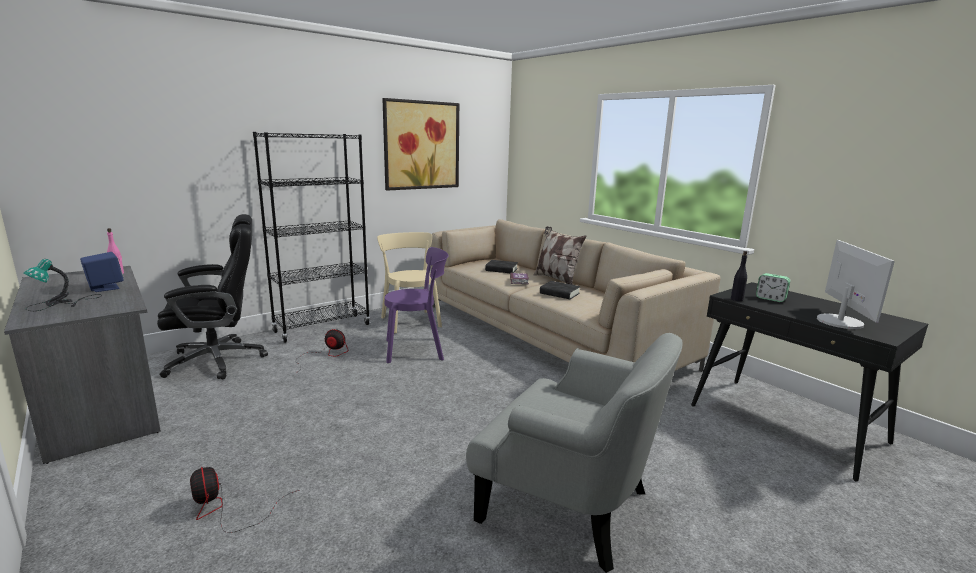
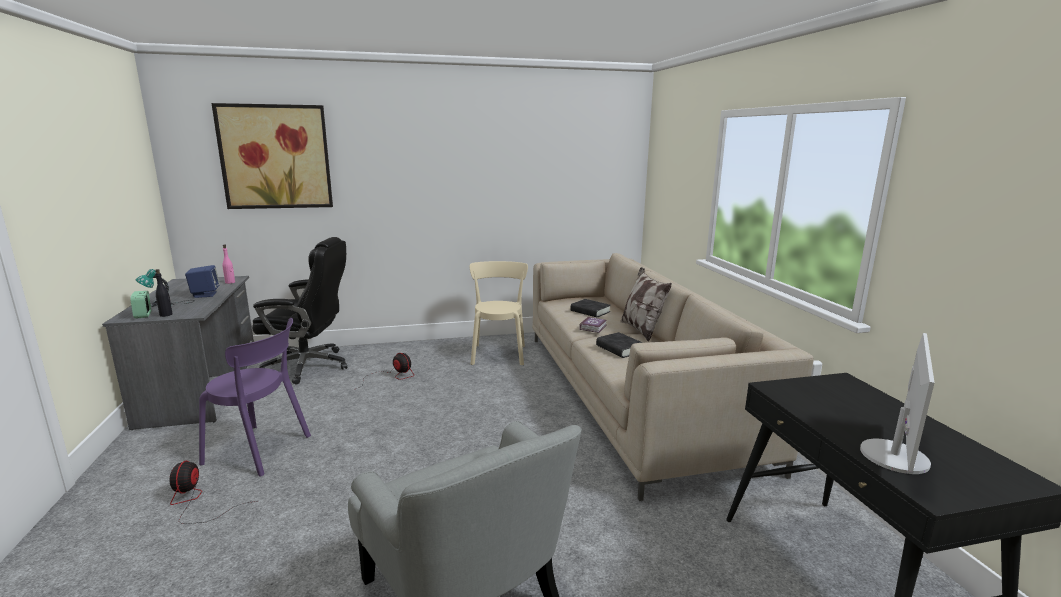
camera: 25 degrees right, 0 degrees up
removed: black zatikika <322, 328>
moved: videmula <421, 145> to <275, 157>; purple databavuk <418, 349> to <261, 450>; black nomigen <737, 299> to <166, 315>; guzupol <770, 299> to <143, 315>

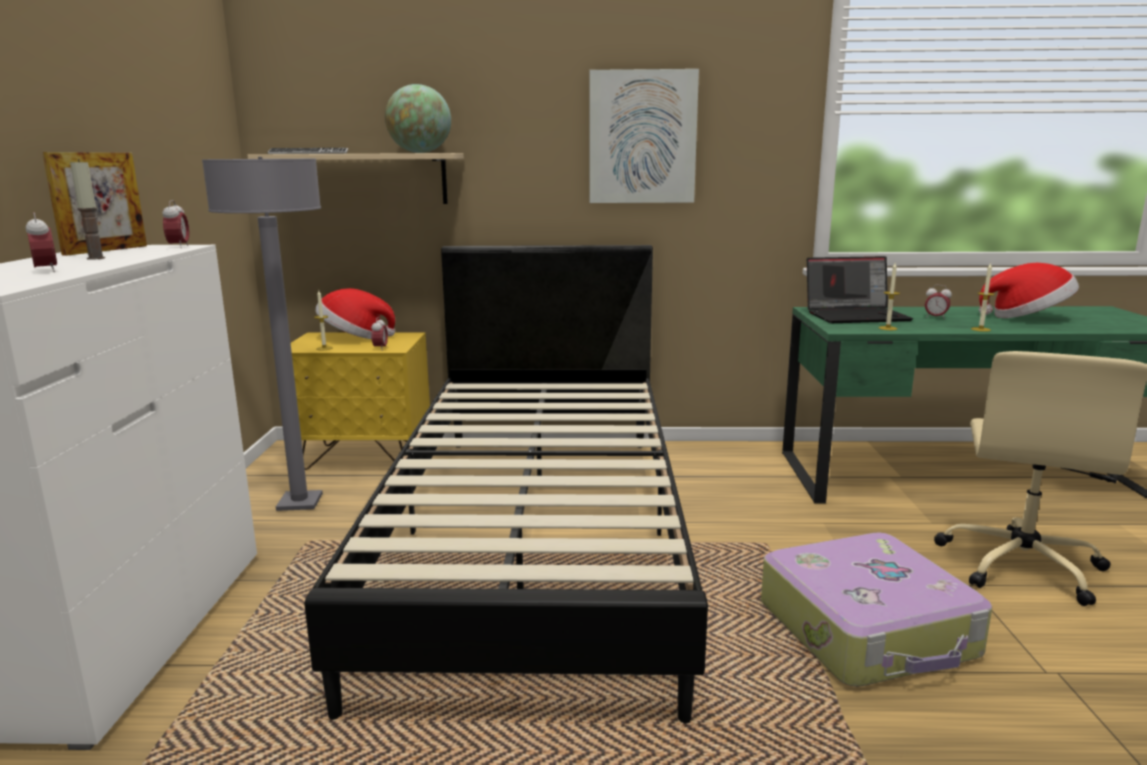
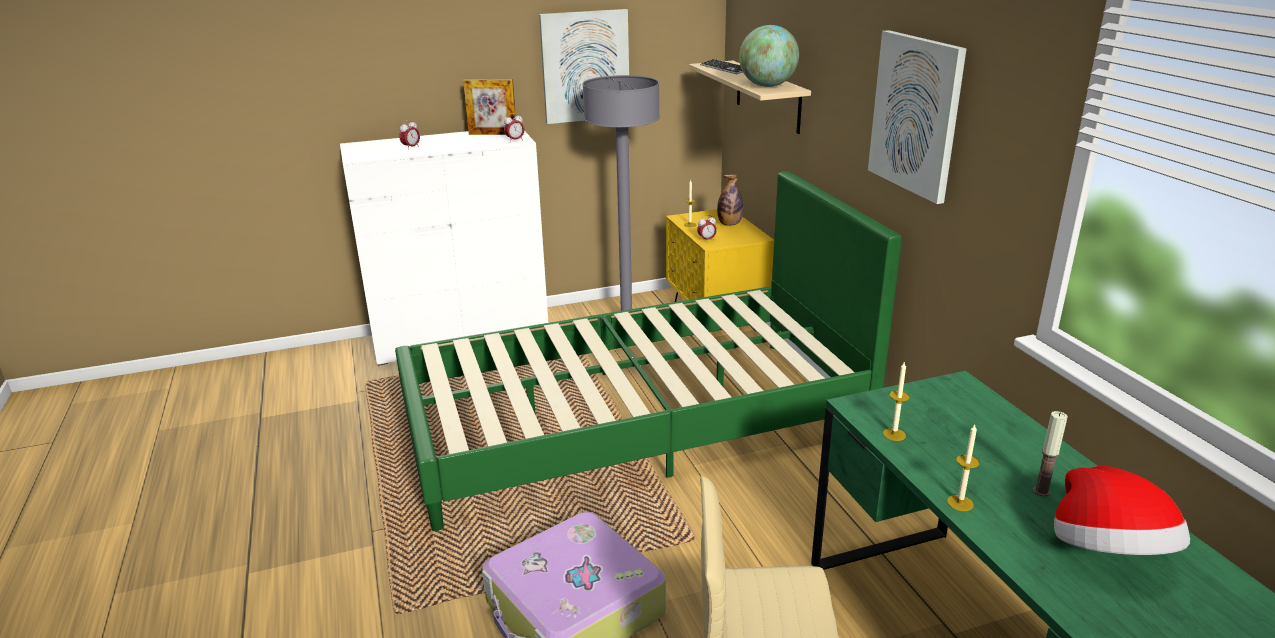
camera: 70 degrees right, 10 degrees up
removed: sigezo <856, 316>; guzupol <935, 318>
added: videmula <585, 66>
moved: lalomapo <96, 258> to <1041, 491>
replaced: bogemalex <354, 337> to nomigen <729, 224>
recoloured: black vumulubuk <536, 537> to green vumulubuk <634, 423>

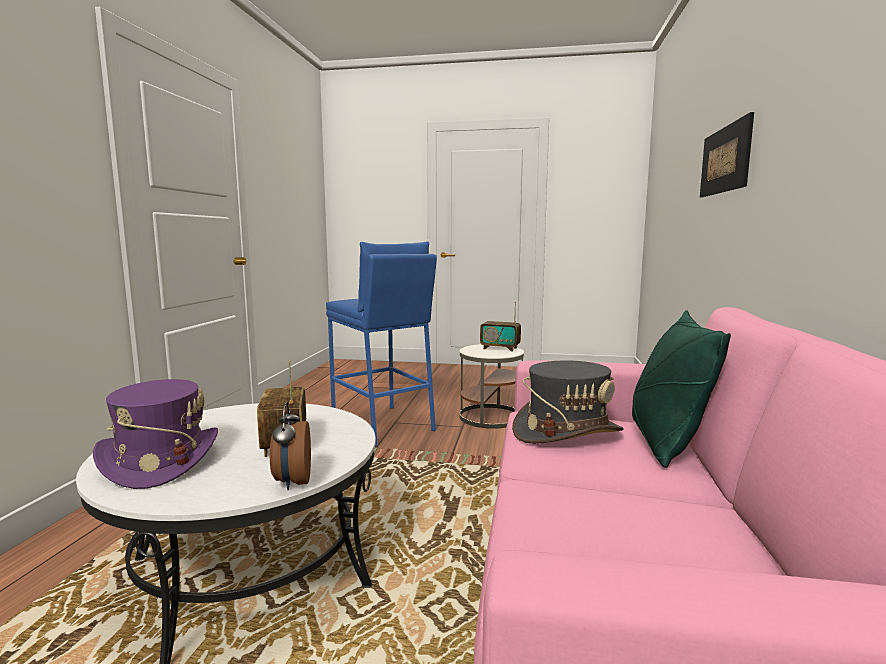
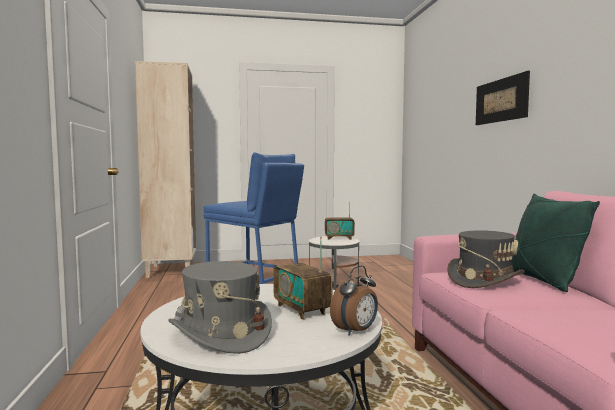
camera: 20 degrees left, 5 degrees down
added: beige zatikika <170, 270>
recoloured: purple bogemalex <160, 461> to grey bogemalex <220, 333>
turned: guzupol <292, 482> = <356, 331> 105 degrees counterclockwise

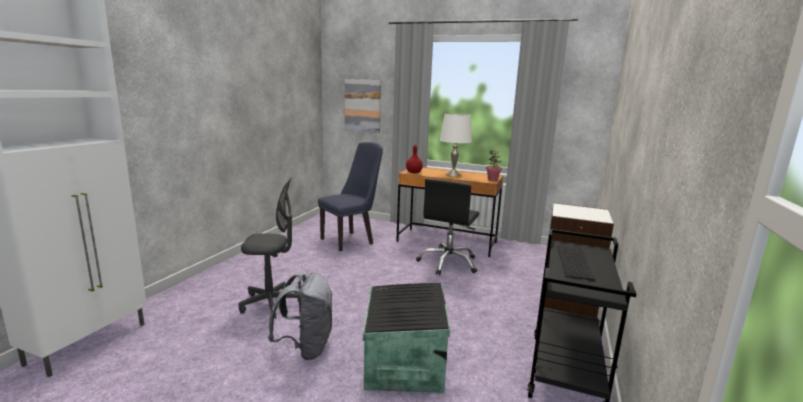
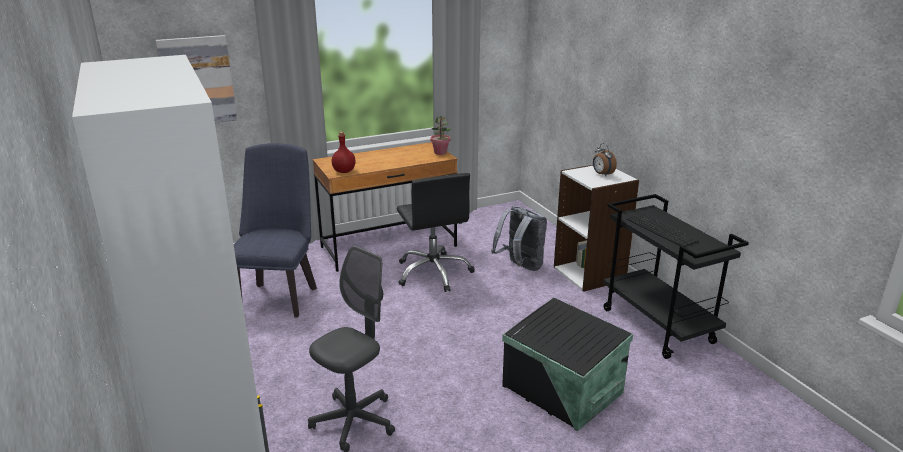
camera: 45 degrees left, 10 degrees up
removed: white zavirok <453, 175>
added: guzupol <602, 174>
moved: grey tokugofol <306, 348> to <520, 267>

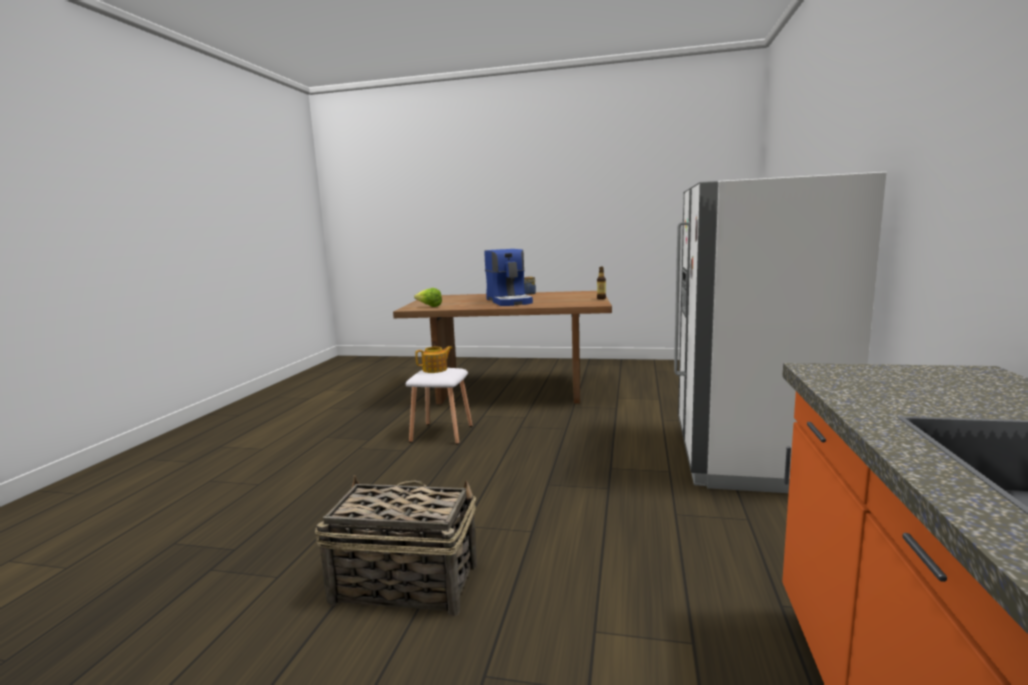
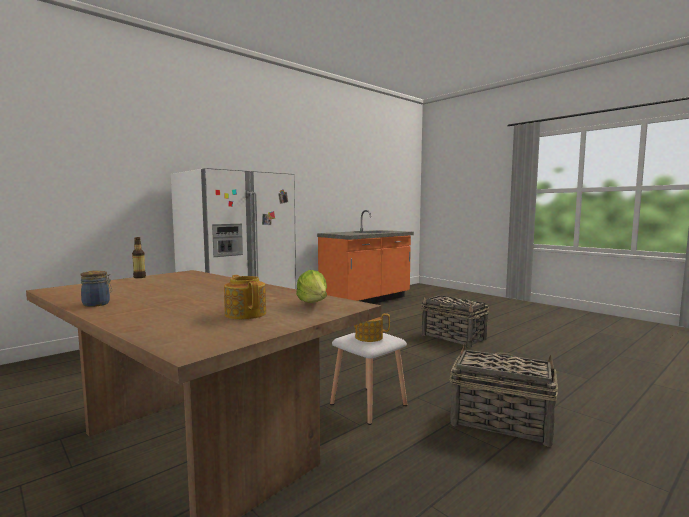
camera: 145 degrees left, 5 degrees down
removed: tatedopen <510, 301>
added: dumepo <246, 314>; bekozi <499, 422>

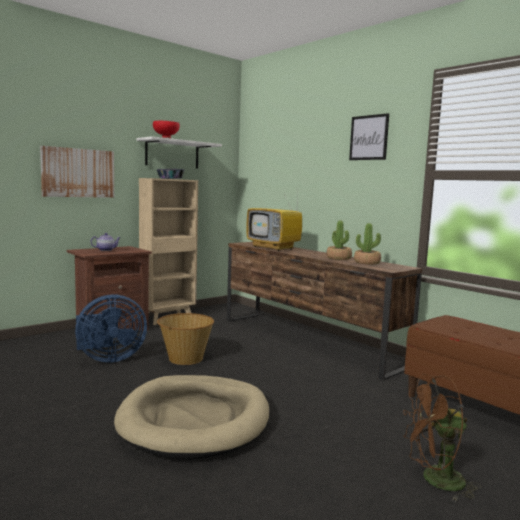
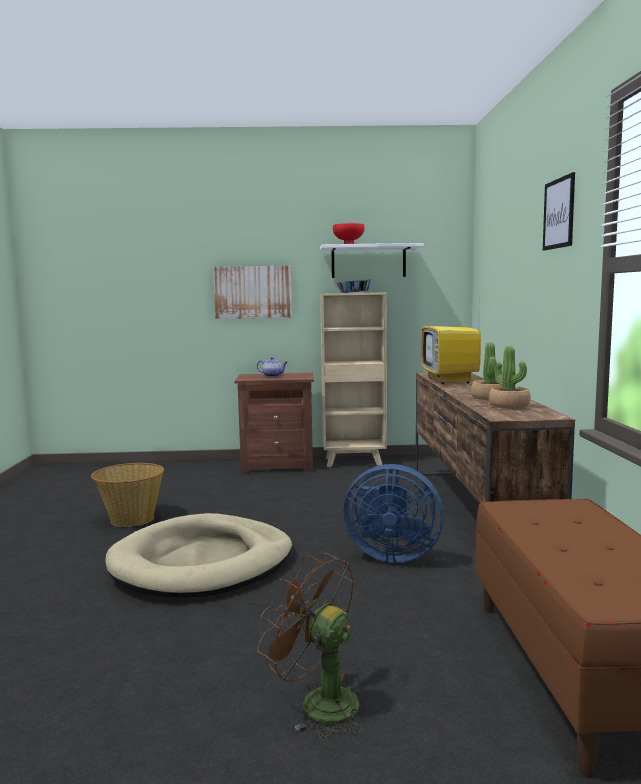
camera: 40 degrees right, 0 degrees up
moved: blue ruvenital <108, 358> to <391, 555>; bekozi <185, 359> to <131, 519>

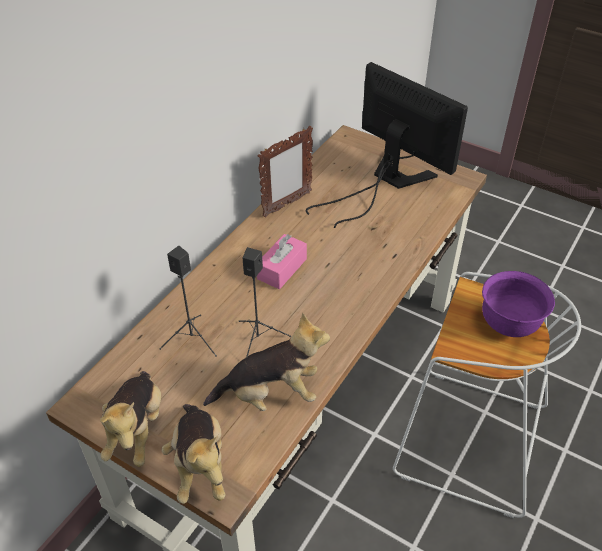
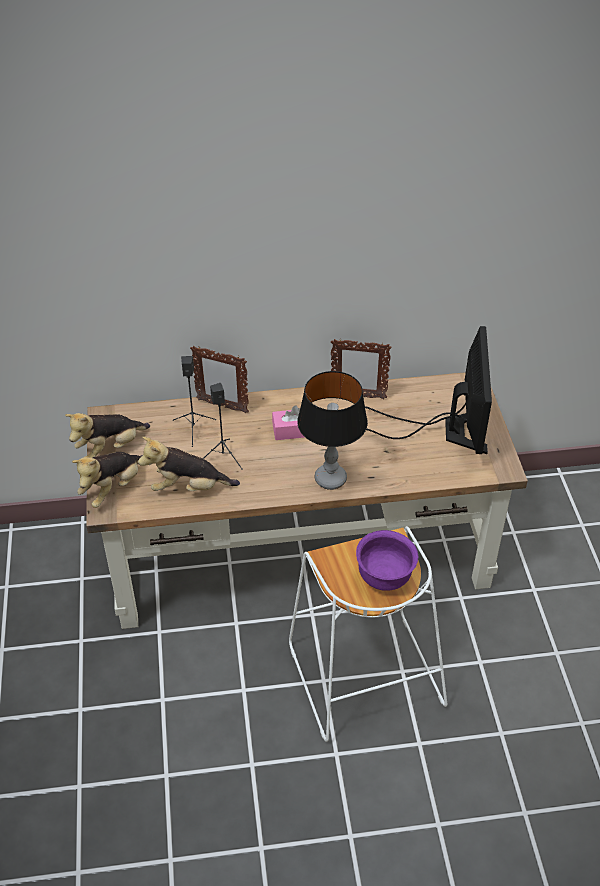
camera: 50 degrees right, 0 degrees up
added: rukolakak <222, 406>; zavirok <330, 479>
turned: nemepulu <271, 394> = <188, 487> 135 degrees clockwise

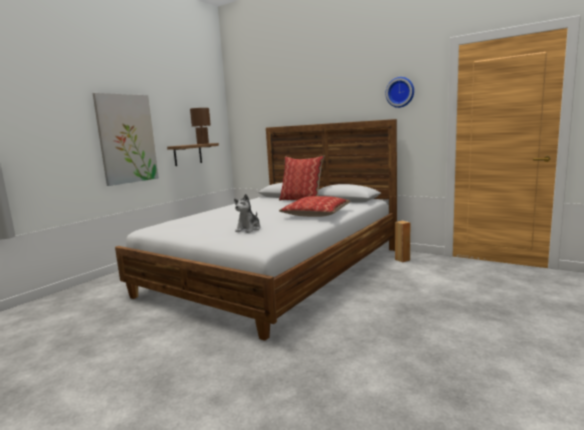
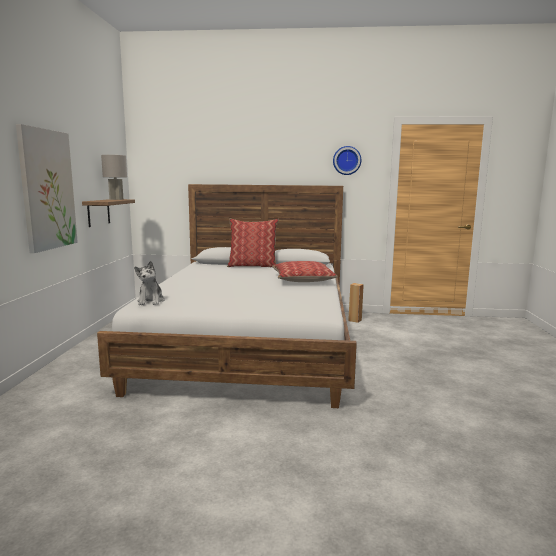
camera: 30 degrees left, 0 degrees up
moved: nemepulu <249, 229> to <151, 301>
recoloured: brown zavirok <202, 143> to grey zavirok <116, 199>

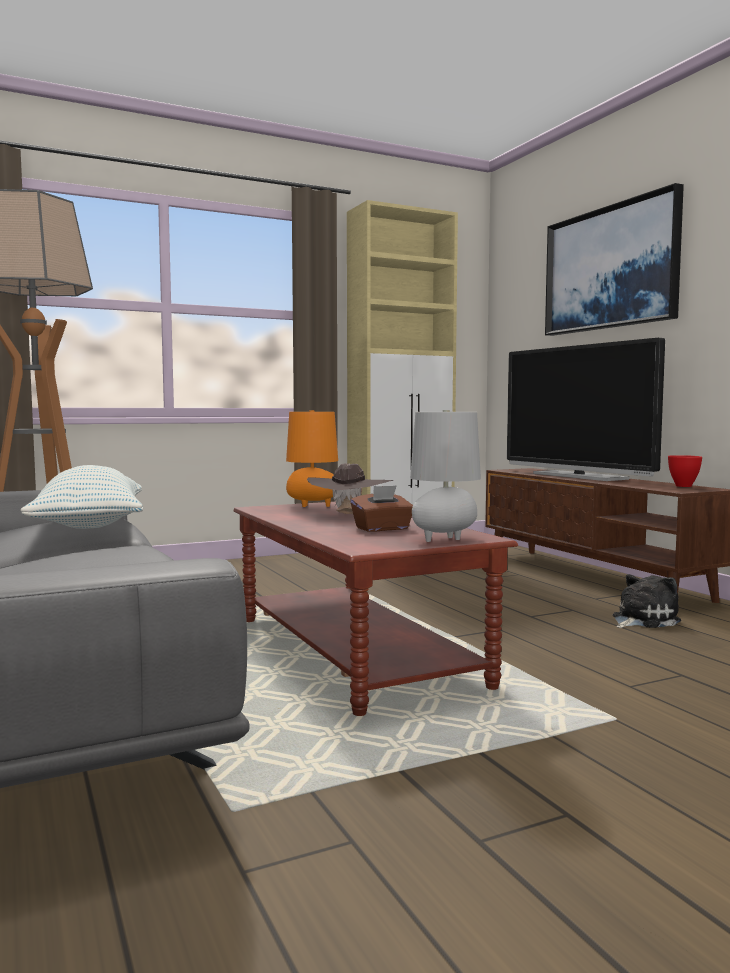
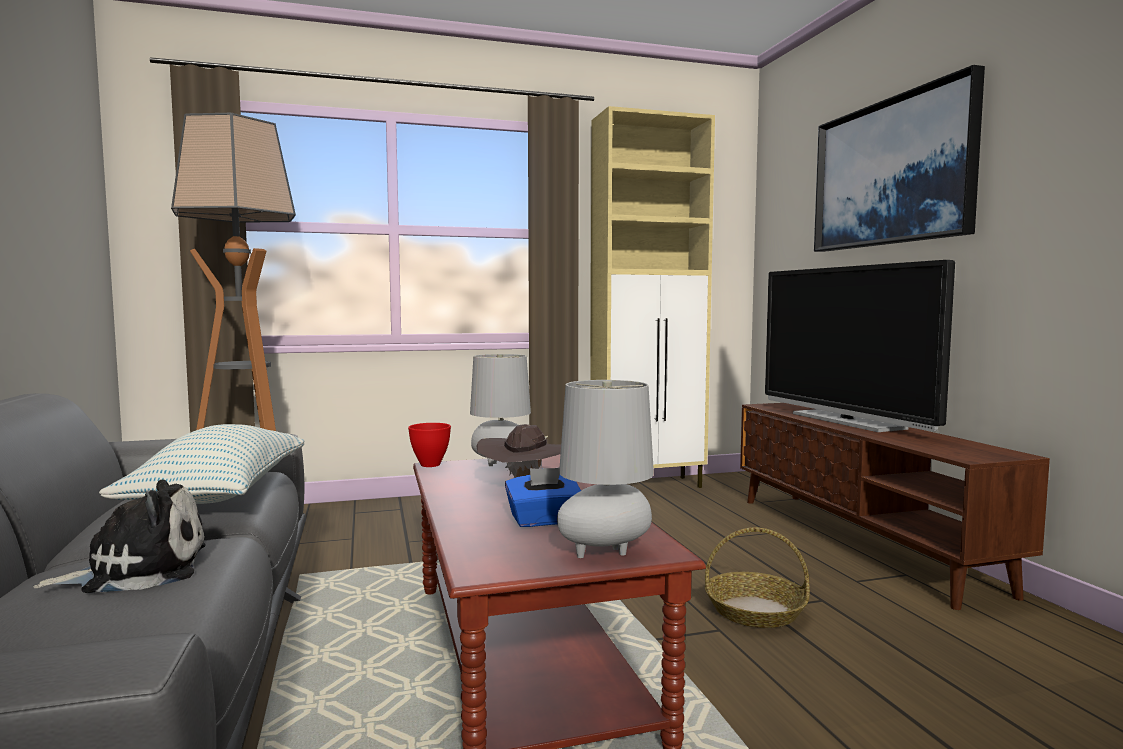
camera: 10 degrees right, 0 degrees up
added: bekozi <755, 611>
moved: nemepulu <642, 620> to <138, 570>; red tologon <683, 486> to <429, 465>
recoloured: orange zavirok <312, 506> to grey zavirok <500, 465>; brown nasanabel <382, 529> to blue nasanabel <544, 521>

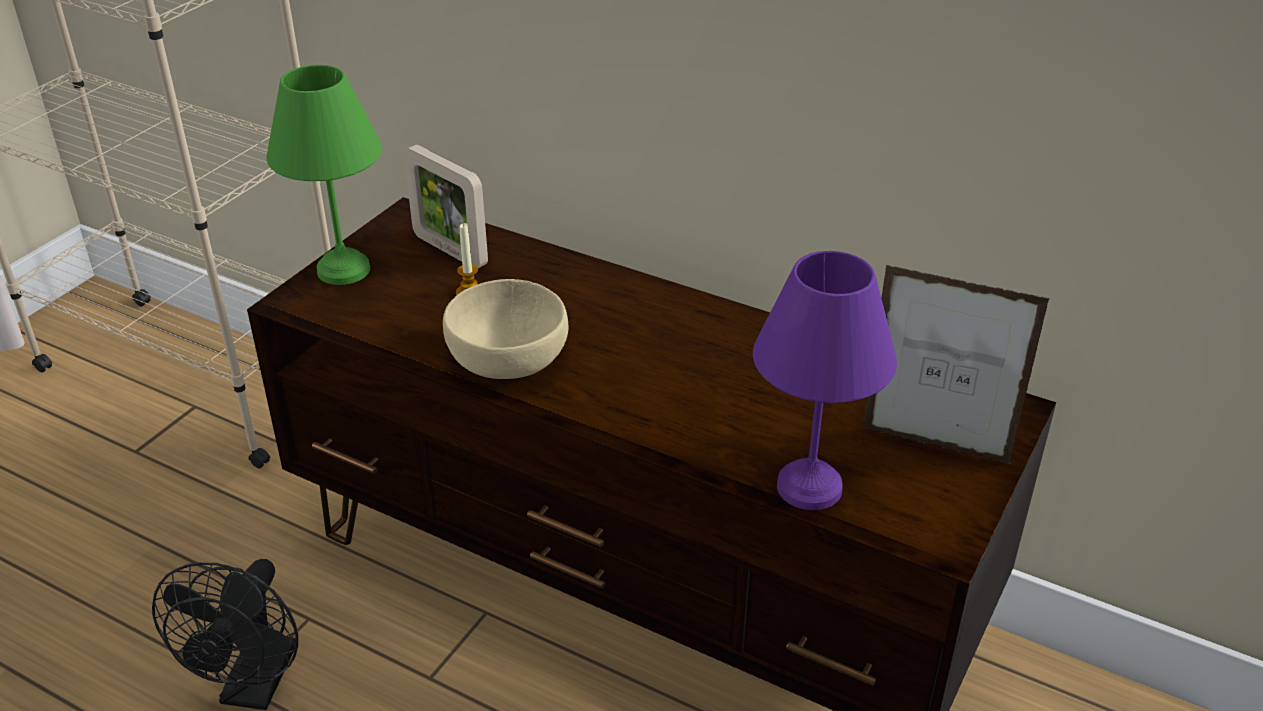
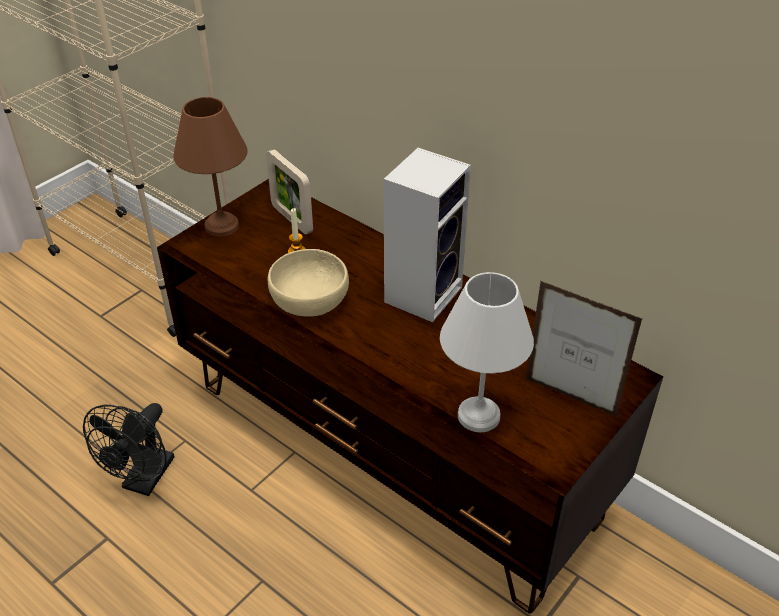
camera: 10 degrees right, 5 degrees up
added: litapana <423, 292>
recoloured: green zavirok <346, 269> to brown zavirok <223, 225>; purple zavirok <812, 488> to white zavirok <480, 417>

